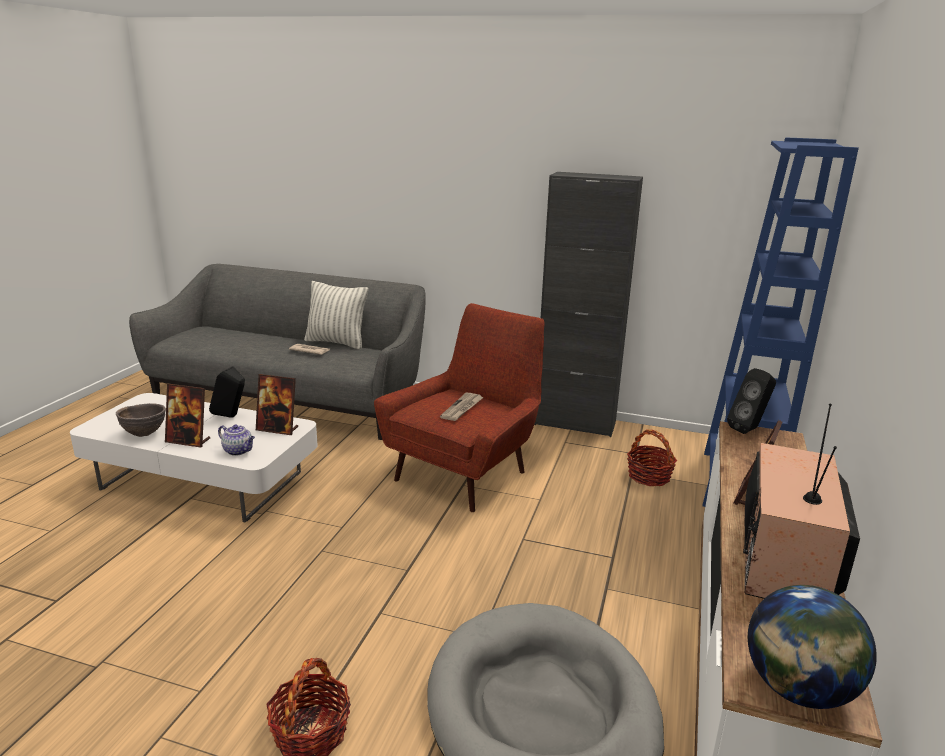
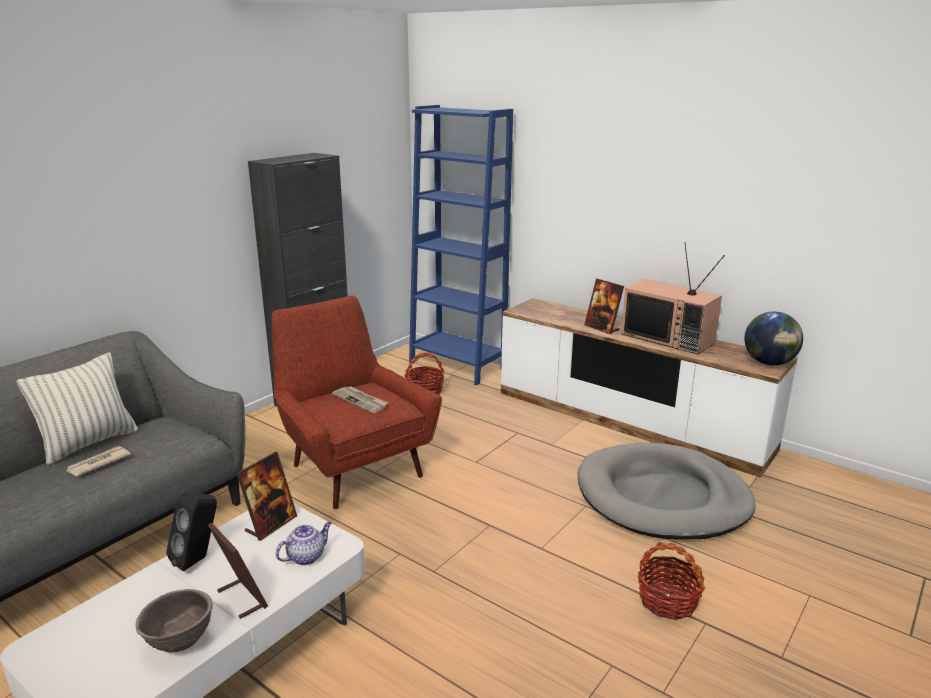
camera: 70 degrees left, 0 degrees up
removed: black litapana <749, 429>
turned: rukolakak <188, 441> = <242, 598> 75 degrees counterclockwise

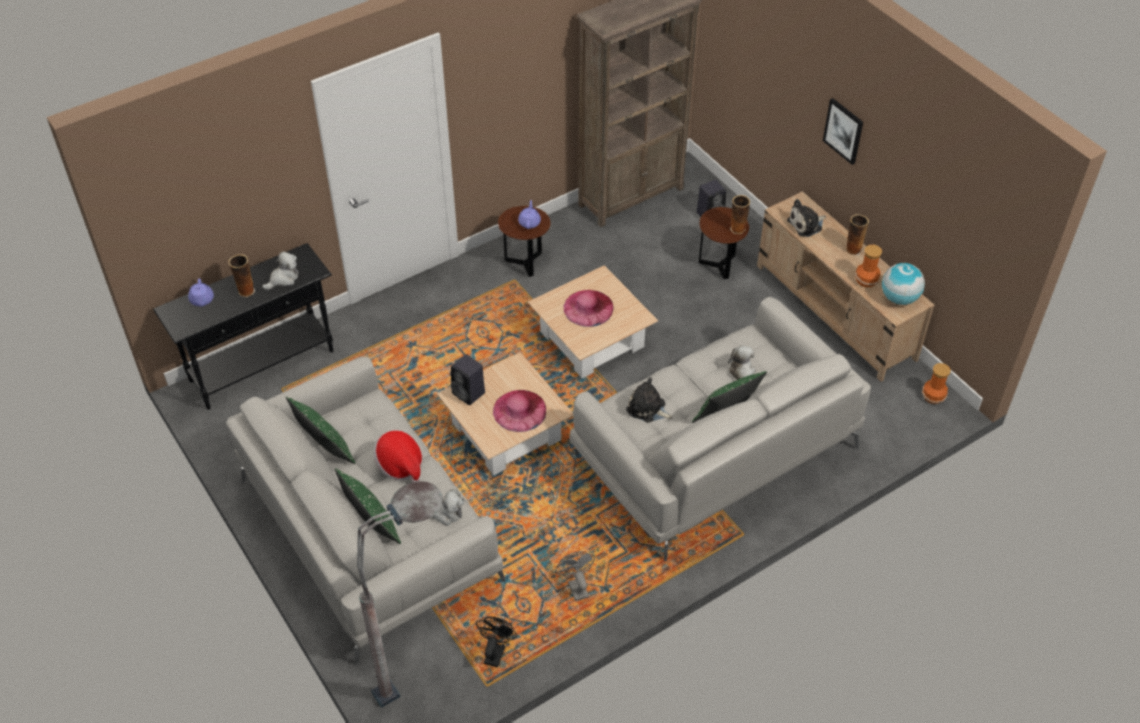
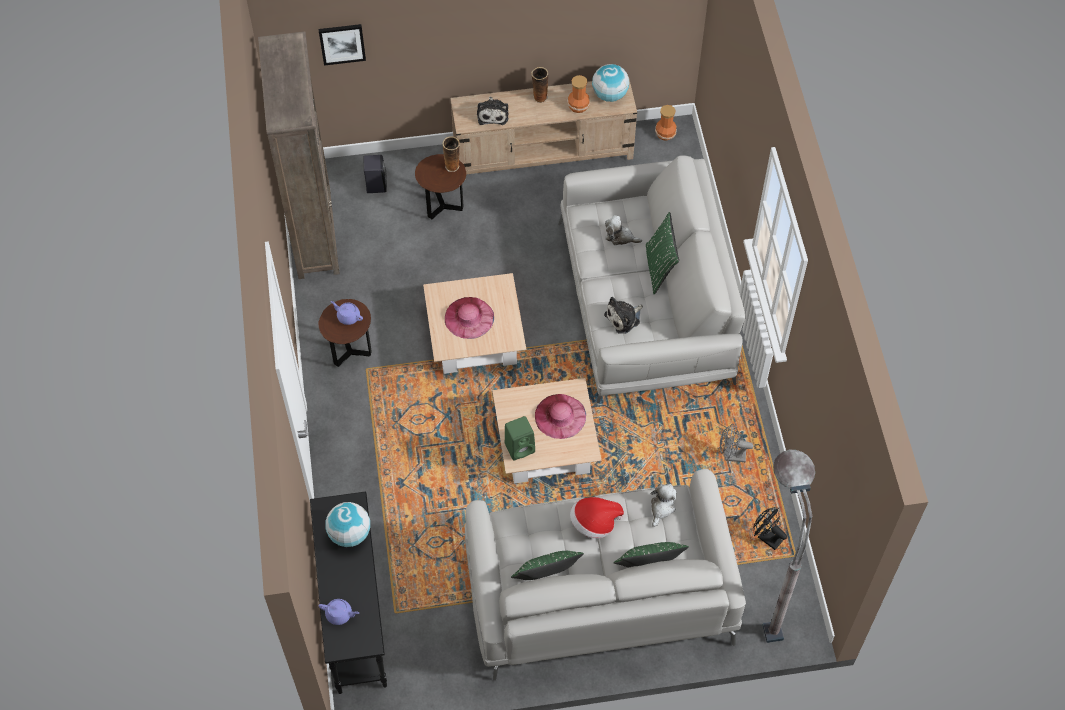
camera: 65 degrees left, 10 degrees up
removed: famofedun <245, 291>
moved: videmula <843, 130> to <342, 43>
replaced: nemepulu <283, 278> to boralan <350, 534>
recoloured: black litapana <469, 393> to green litapana <520, 447>

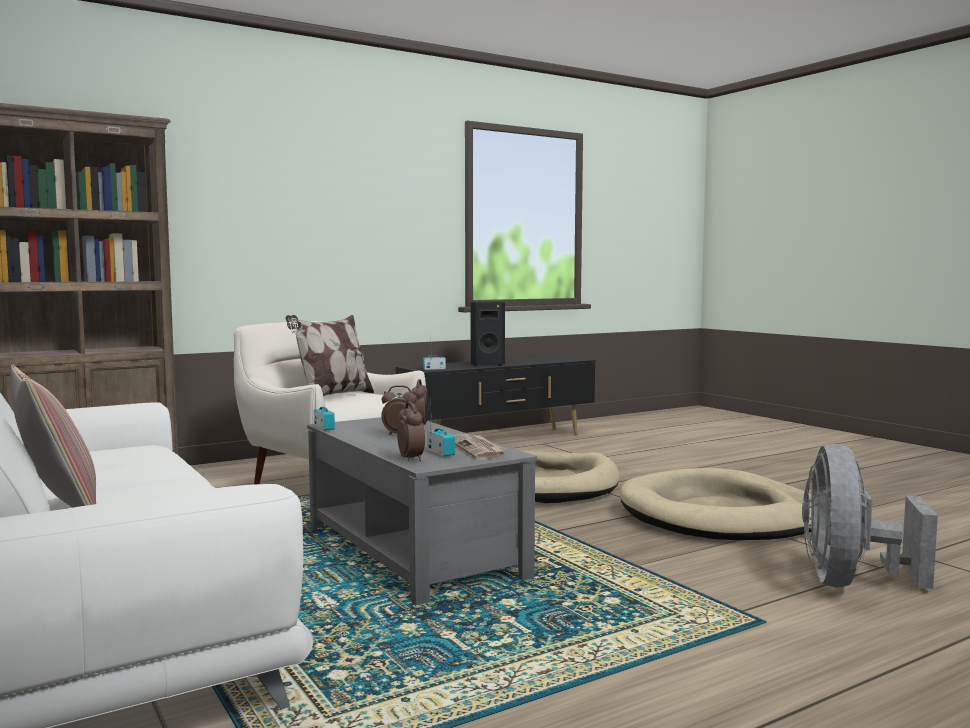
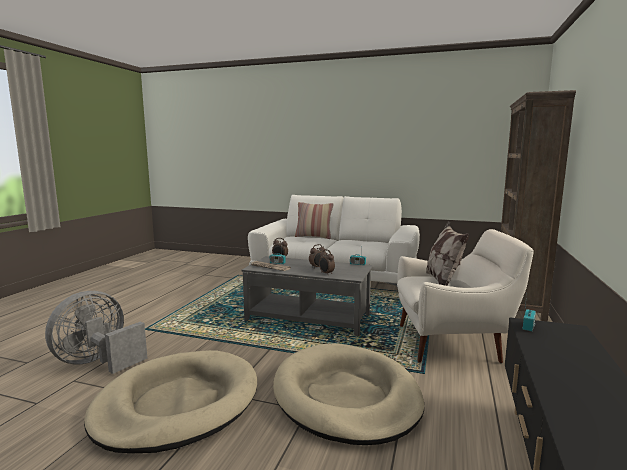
camera: 140 degrees right, 5 degrees up
removed: black litapana <486, 364>
turned: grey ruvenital <850, 582> = <98, 362> 120 degrees counterclockwise

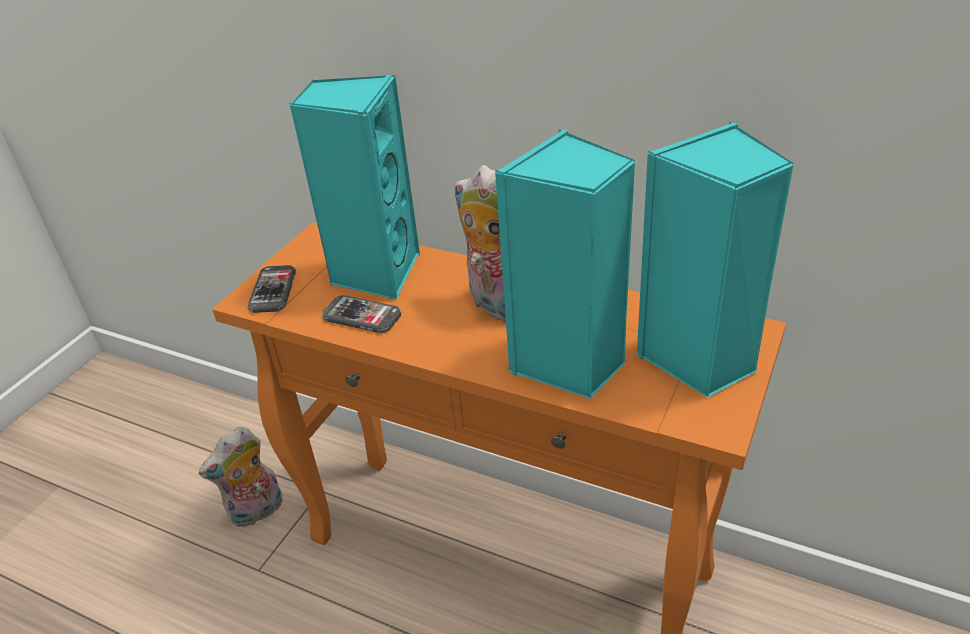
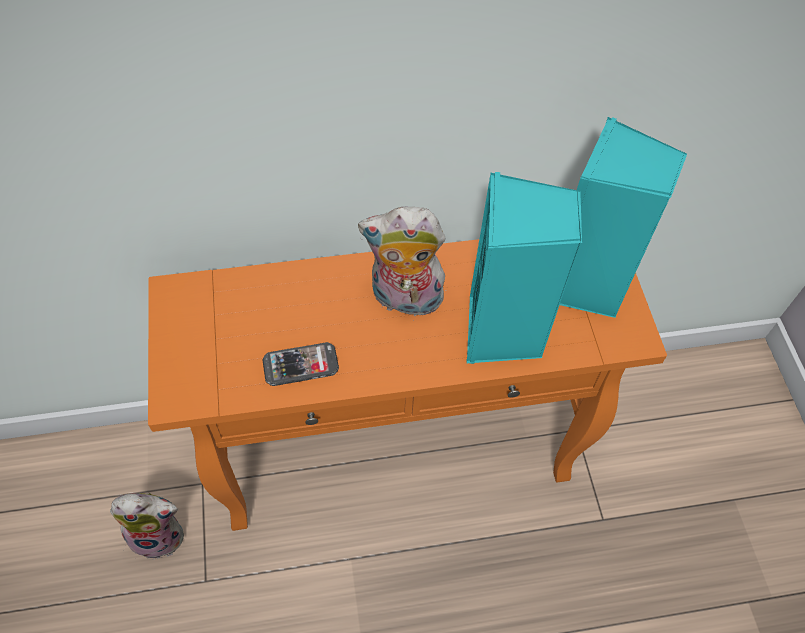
camera: 40 degrees left, 20 degrees up
removed: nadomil <273, 291>; turquoise litapana <375, 273>
turned: nemepulu <257, 512> = <159, 534> 105 degrees counterclockwise

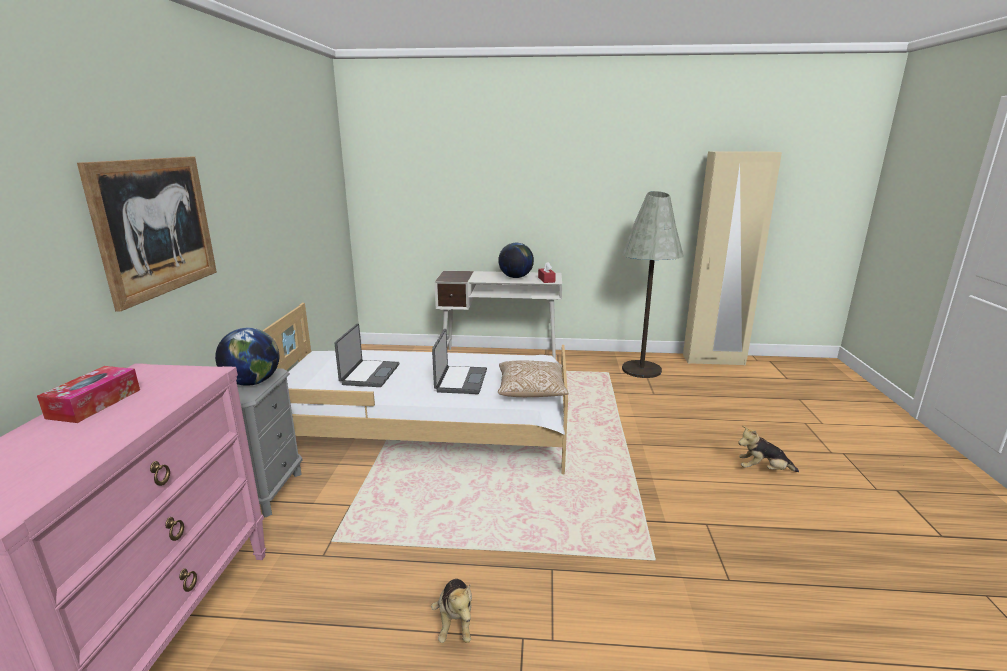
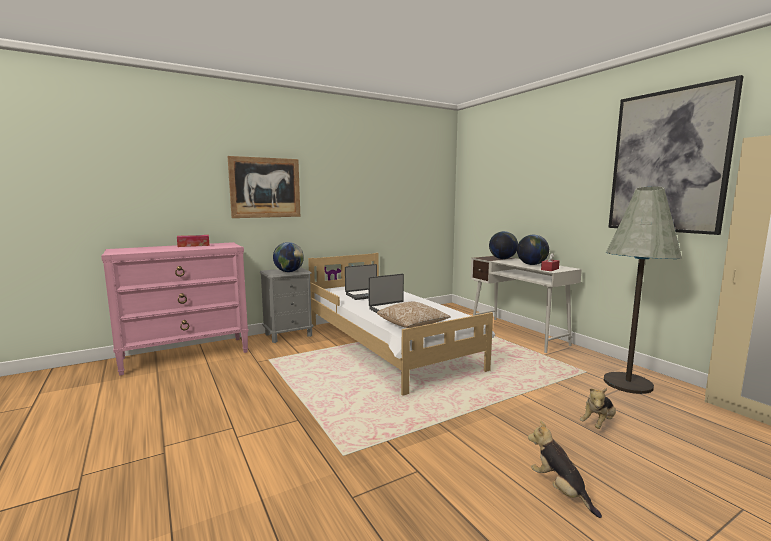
camera: 55 degrees right, 10 degrees down
added: boralan <502, 259>; videmula <668, 162>
moved: nemepulu <455, 622> to <598, 423>

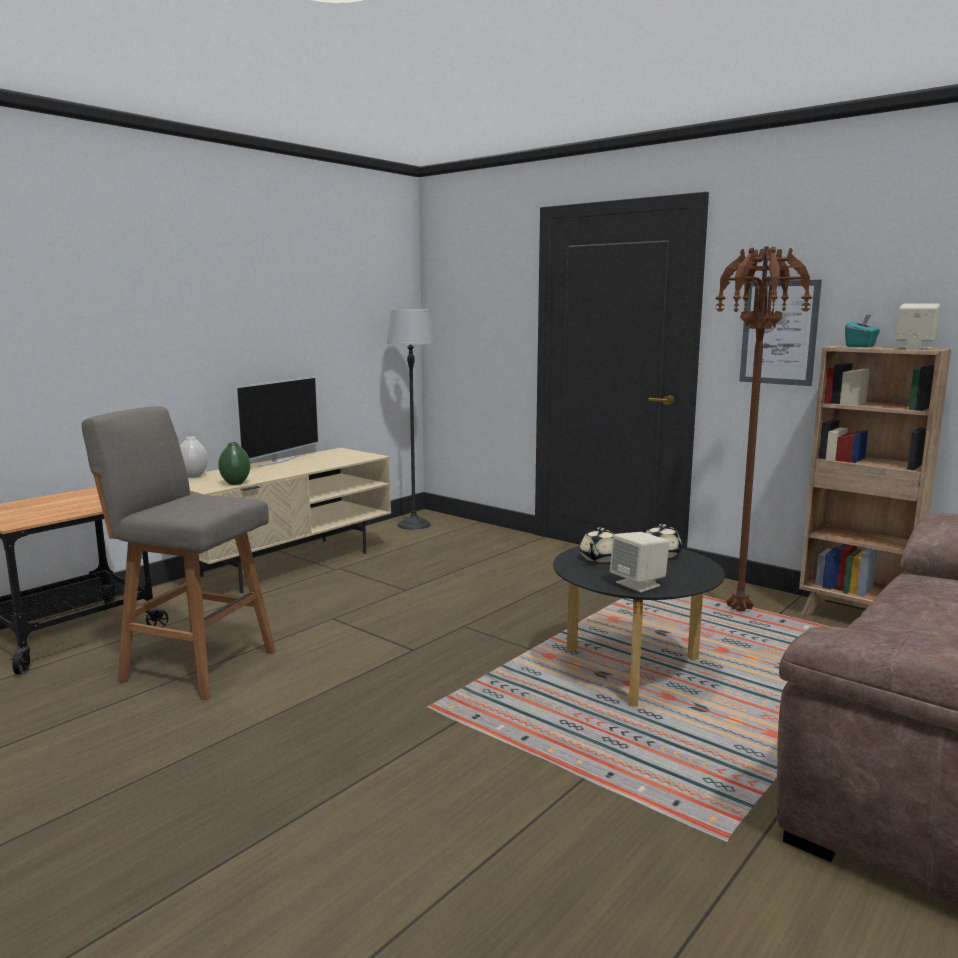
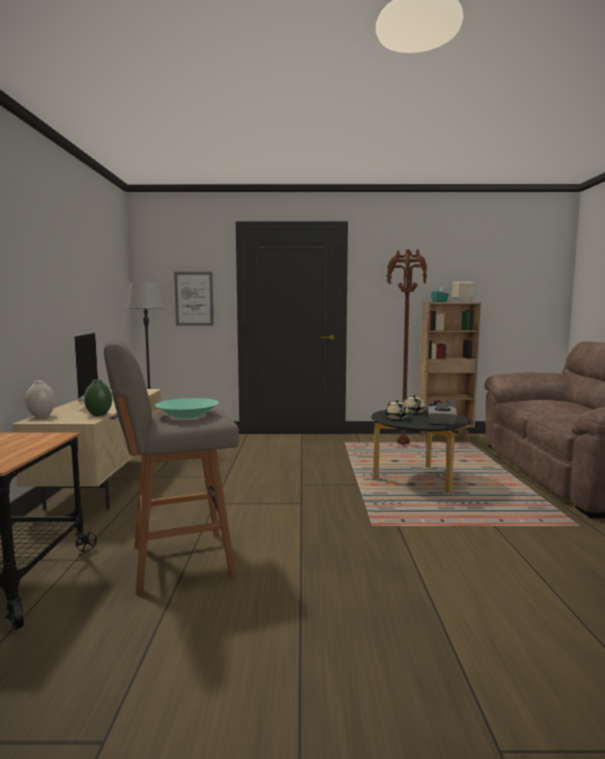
camera: 40 degrees left, 5 degrees down
added: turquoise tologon <187, 414>
moved: videmula <779, 332> to <194, 299>
replaced: beige litapana <638, 584> to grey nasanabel <442, 423>

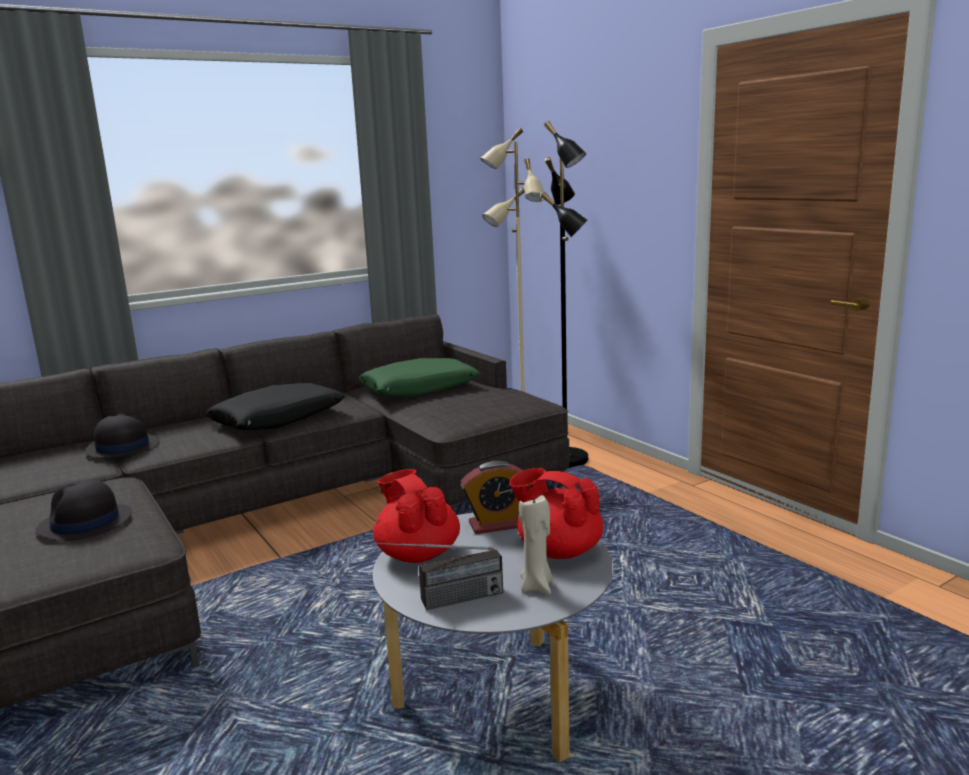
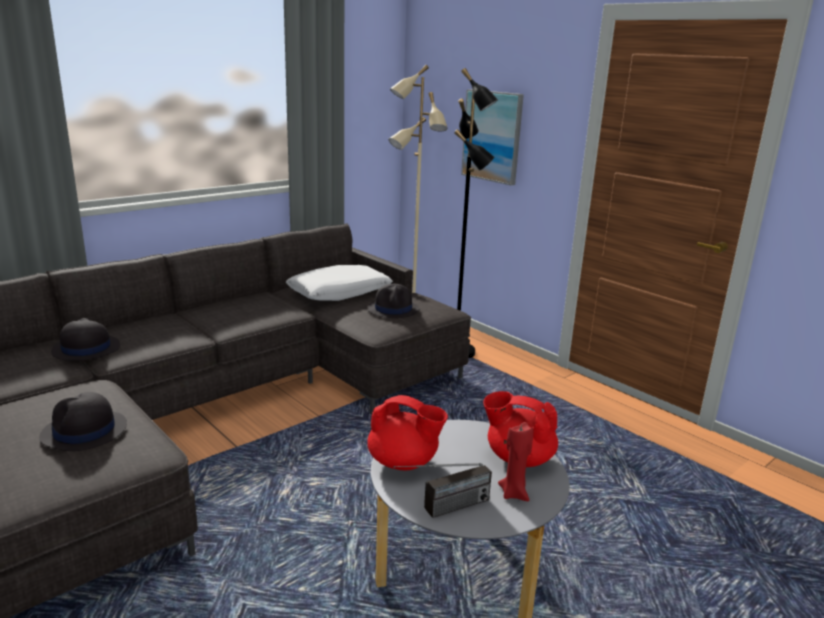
camera: 10 degrees left, 5 degrees up
removed: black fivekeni <278, 419>; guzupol <497, 524>
added: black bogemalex <393, 309>; videmula <492, 136>
recoloured: green fivekeni <419, 389> to white fivekeni <339, 293>; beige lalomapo <537, 586> to red lalomapo <514, 493>
turned: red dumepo <417, 554> = <403, 462> 150 degrees clockwise

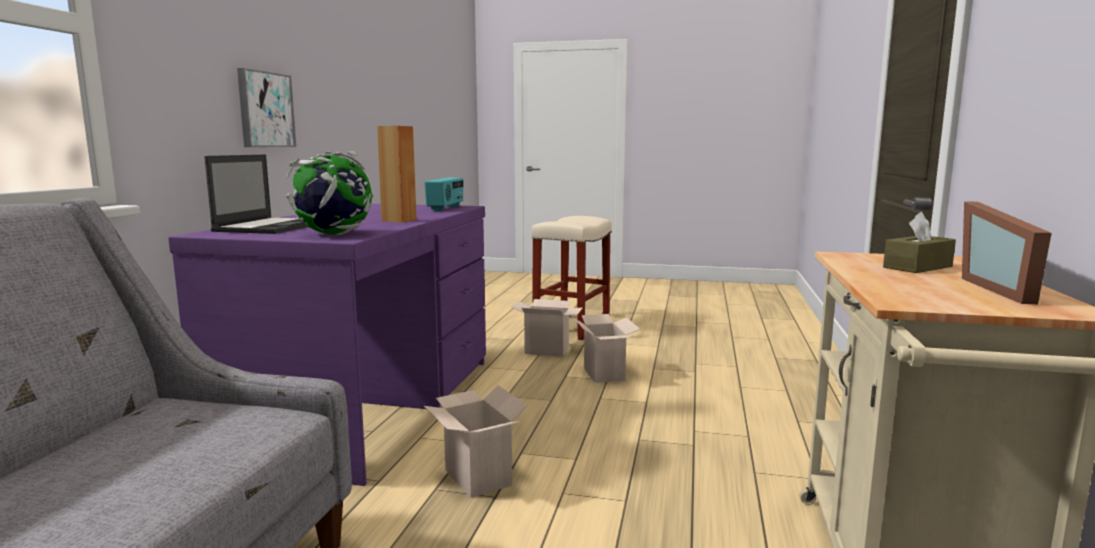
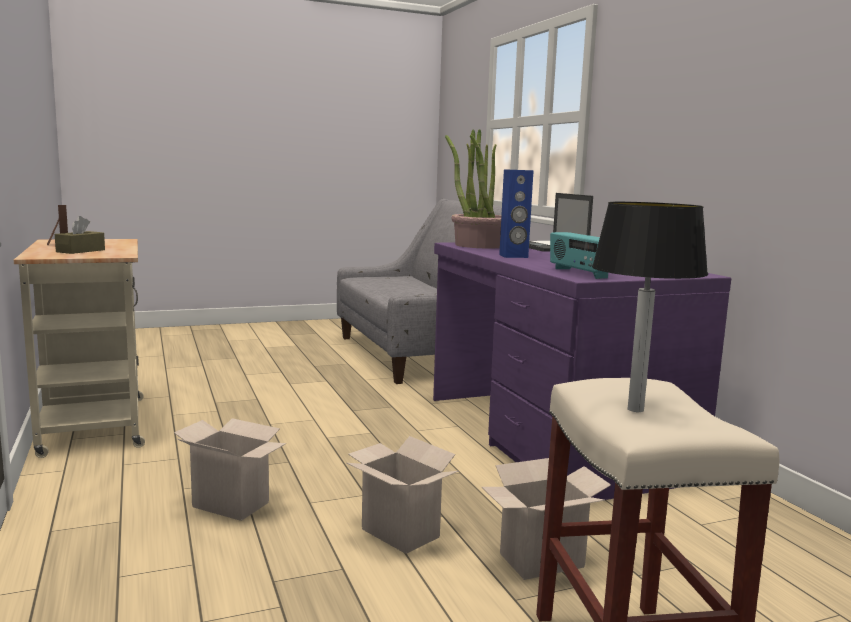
camera: 145 degrees right, 0 degrees up
removed: videmula <265, 110>
added: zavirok <637, 409>
moved: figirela <475, 477> to <233, 504>
replaced: boralan <333, 234> to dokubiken <479, 245>
recoloured: brown litapana <399, 220> to blue litapana <513, 256>

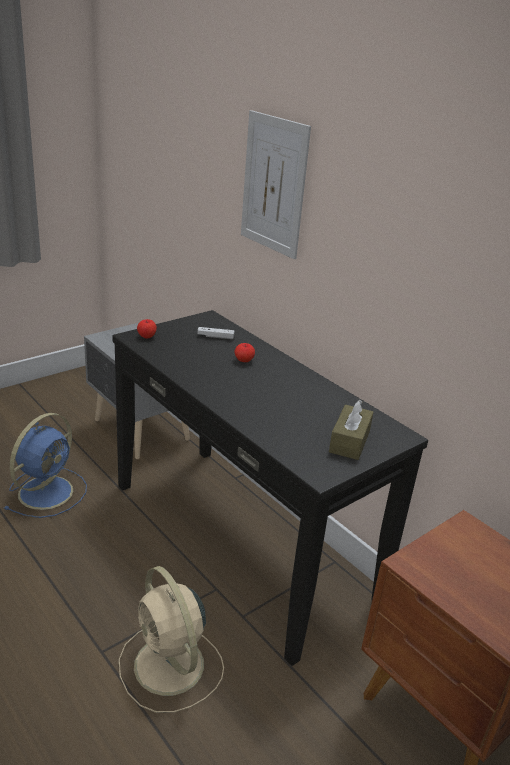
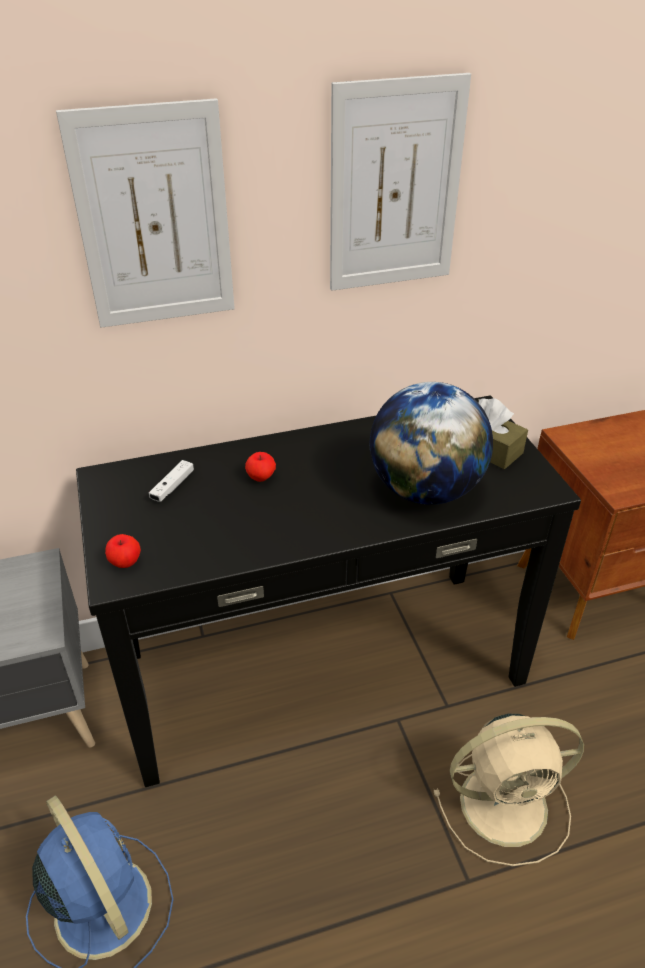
camera: 65 degrees left, 10 degrees up
added: videmula <395, 187>; boralan <425, 490>

